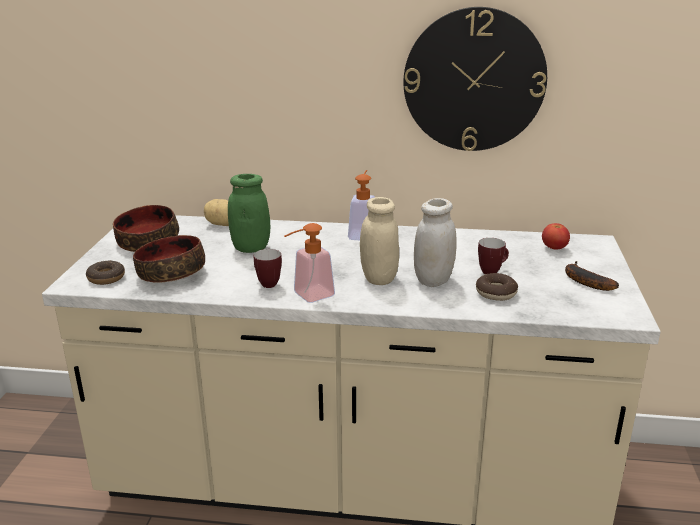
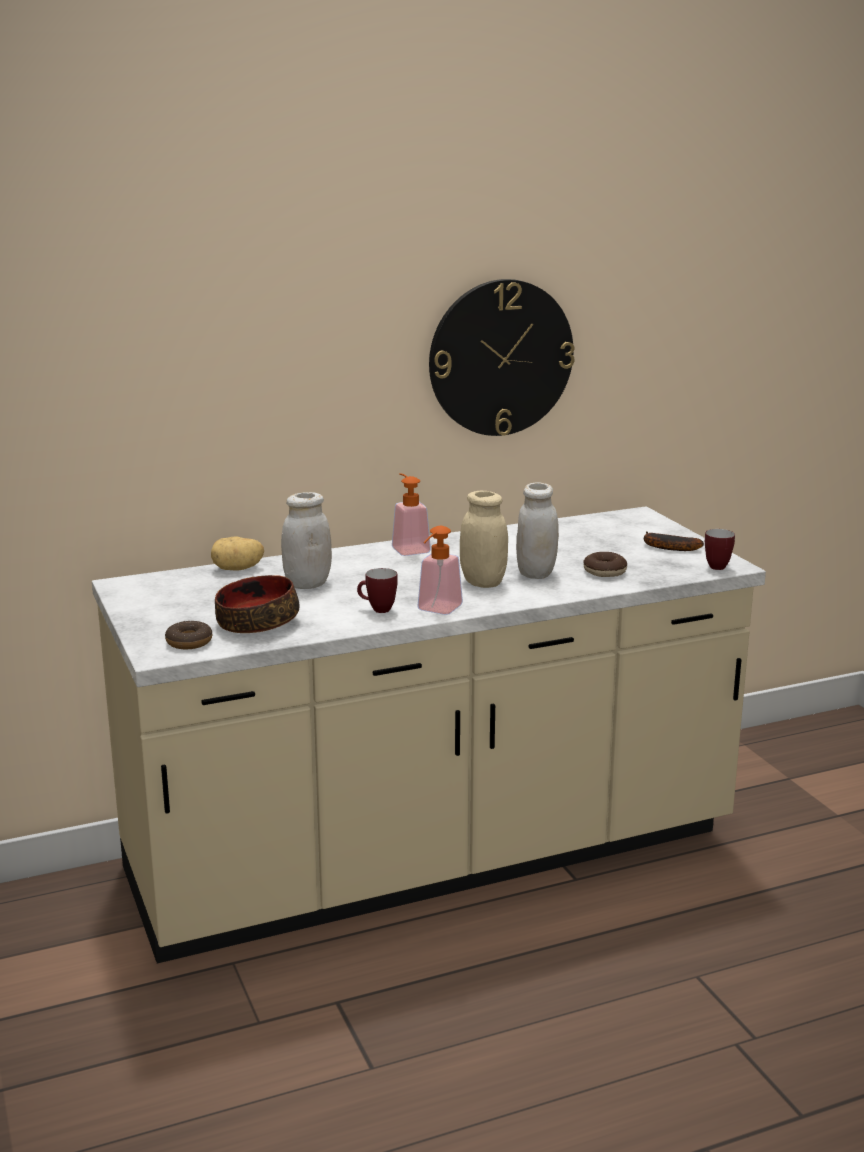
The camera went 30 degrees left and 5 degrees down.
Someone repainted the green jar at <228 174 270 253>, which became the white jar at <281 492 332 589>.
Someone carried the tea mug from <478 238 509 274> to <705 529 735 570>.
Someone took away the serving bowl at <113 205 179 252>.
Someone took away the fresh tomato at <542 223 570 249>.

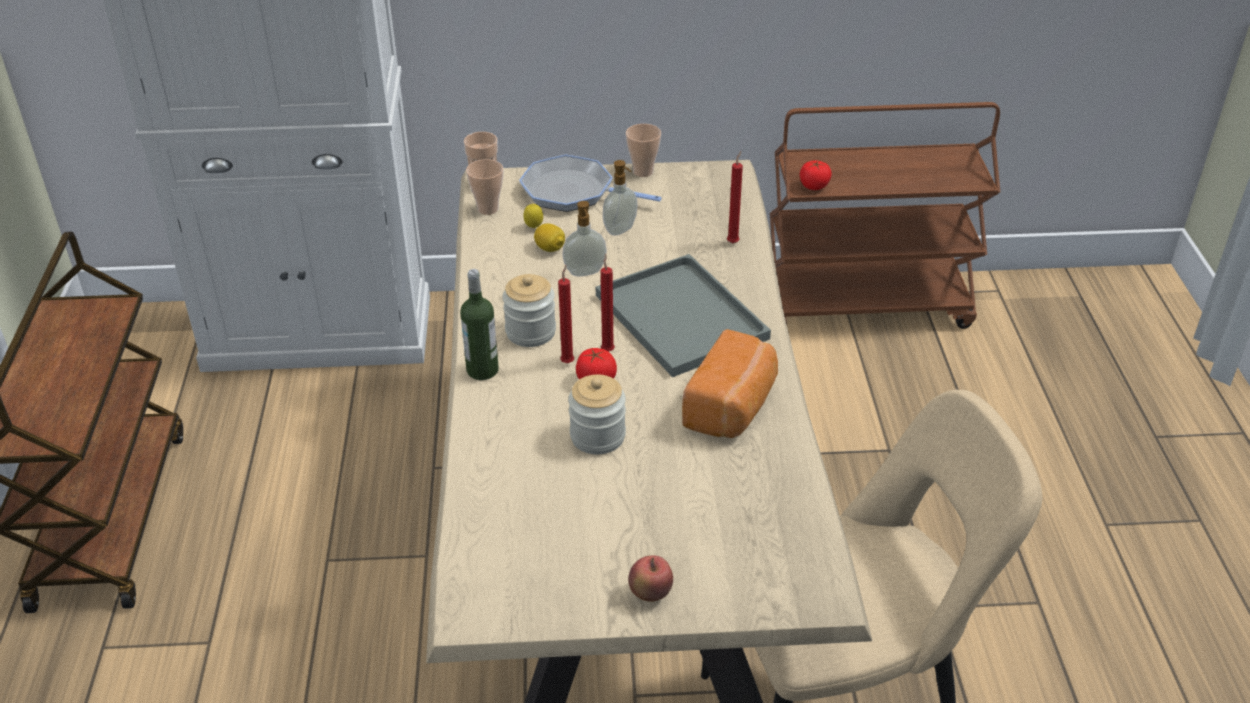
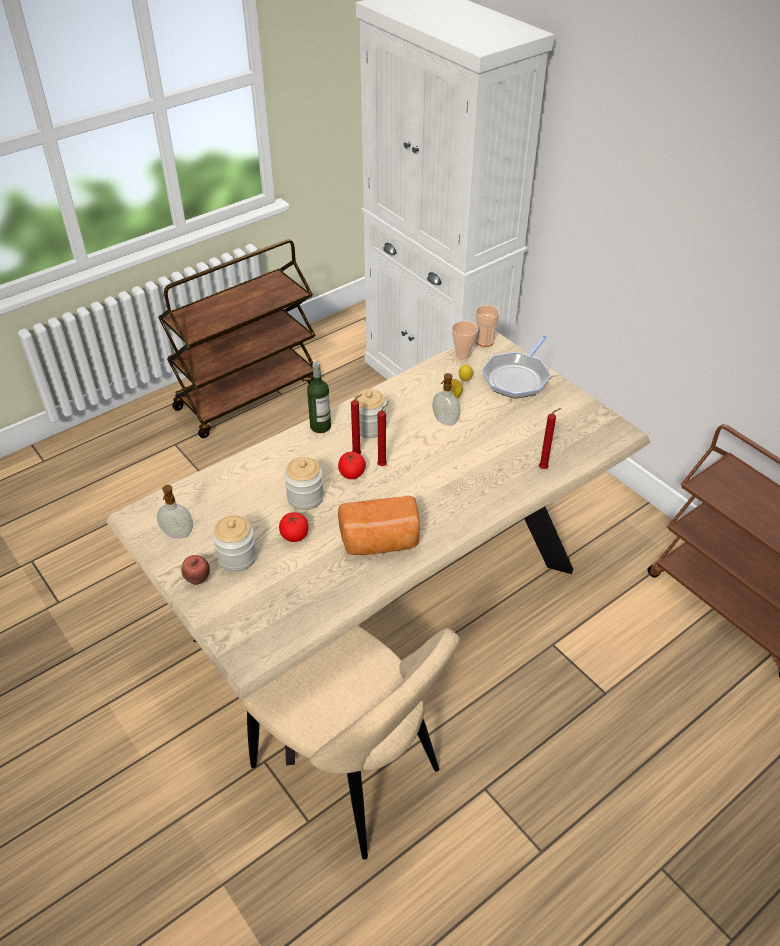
The camera went 55 degrees right and 5 degrees up.
Someone carried the liquid soap bottle from <603 160 637 236> to <157 485 193 538>.
Someone put down the jar at <213 516 257 572>.
Someone carried the fresh tomato from <800 160 832 190> to <279 512 308 542>.
Someone rotated the frying pan at <519 154 662 212> by 135 degrees counterclockwise.
Someone took away the grey carrying tray at <596 254 771 377>.
Someone took away the cup at <626 124 661 177>.

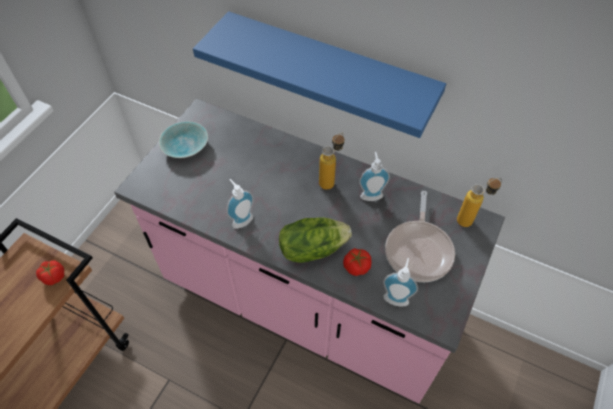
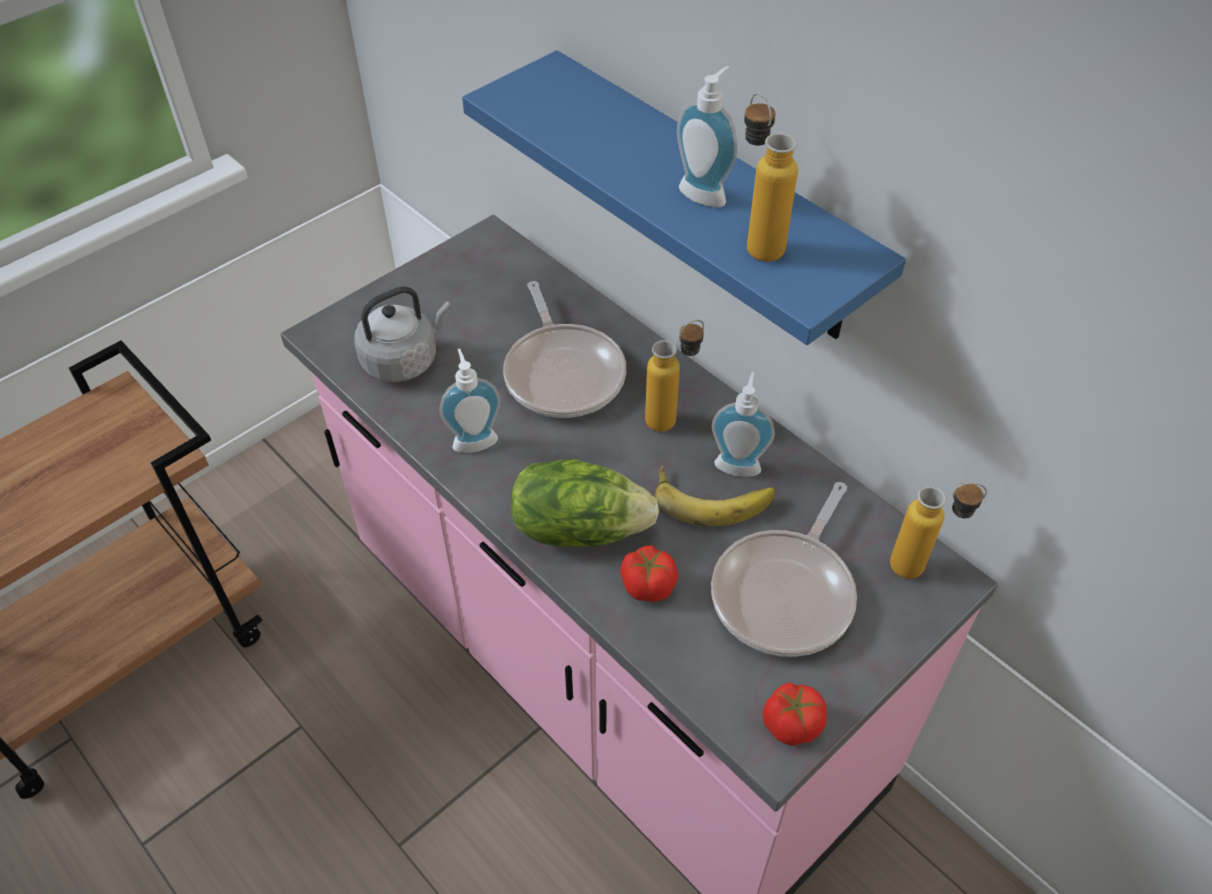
The camera went 20 degrees right and 5 degrees down.
Someone put down the grey tea kettle at <354 286 451 382>.
Someone put down the frying pan at <503 281 626 418>.
Someone put down the banana fruit at <655 464 775 526>.
Someone carried the liquid soap bottle from <383 258 418 306> to <677 66 737 207>.
Someone put down the drink bottle at <744 93 798 262>.
Someone carried the fresh tomato from <36 261 64 285> to <763 682 827 746>.
Someone took away the turquoise-coloured serving bowl at <159 121 208 158>.

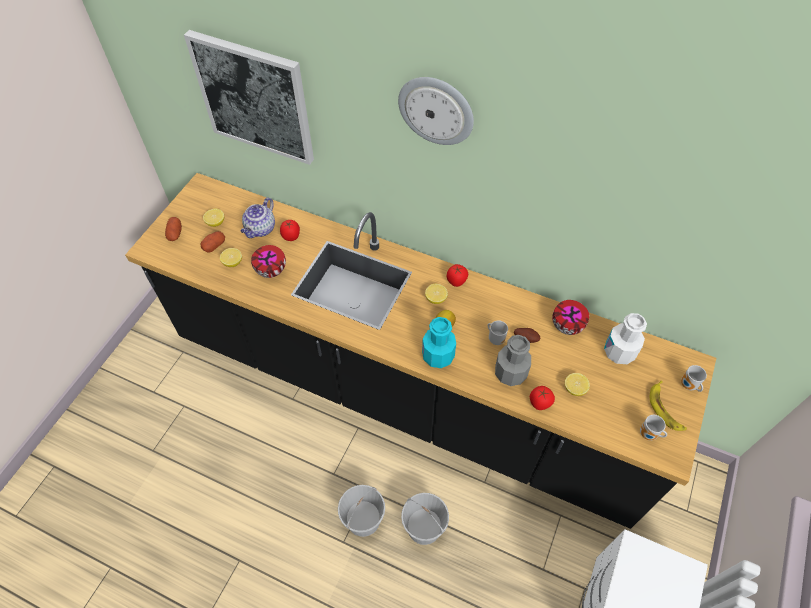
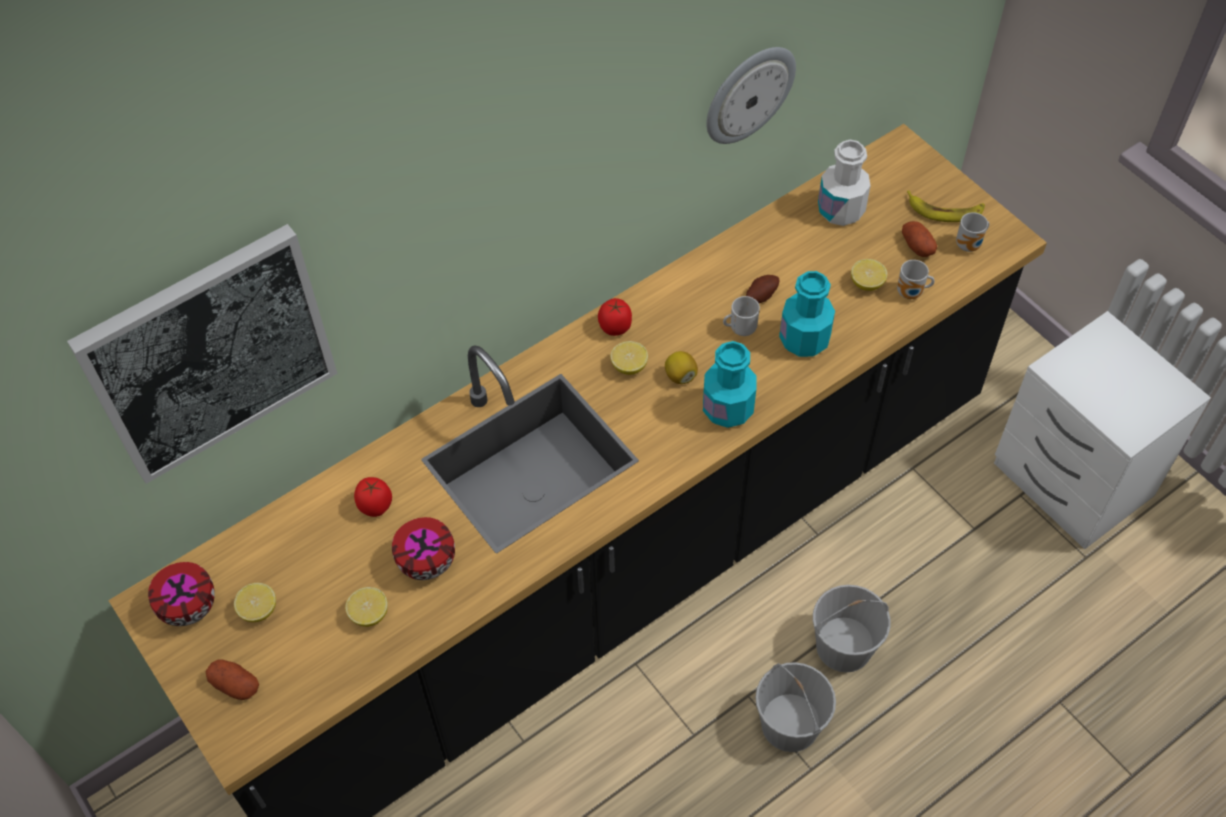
The camera went 60 degrees left and 0 degrees up.
Someone carried the serving bowl from <552 300 589 335> to <148 562 215 626>.
Someone carried the wall clock from <398 77 474 145> to <706 47 796 144>.
Someone repainted the grey drink bottle at <495 335 531 386>, which became the turquoise-coloured drink bottle at <779 271 835 357>.
Someone carried the tea mug from <681 365 707 392> to <897 260 935 299>.
Someone carried the whole potato from <200 231 225 253> to <902 221 937 257>.
Someone took away the teapot at <241 198 275 238>.
Someone took away the fresh tomato at <530 386 555 410>.

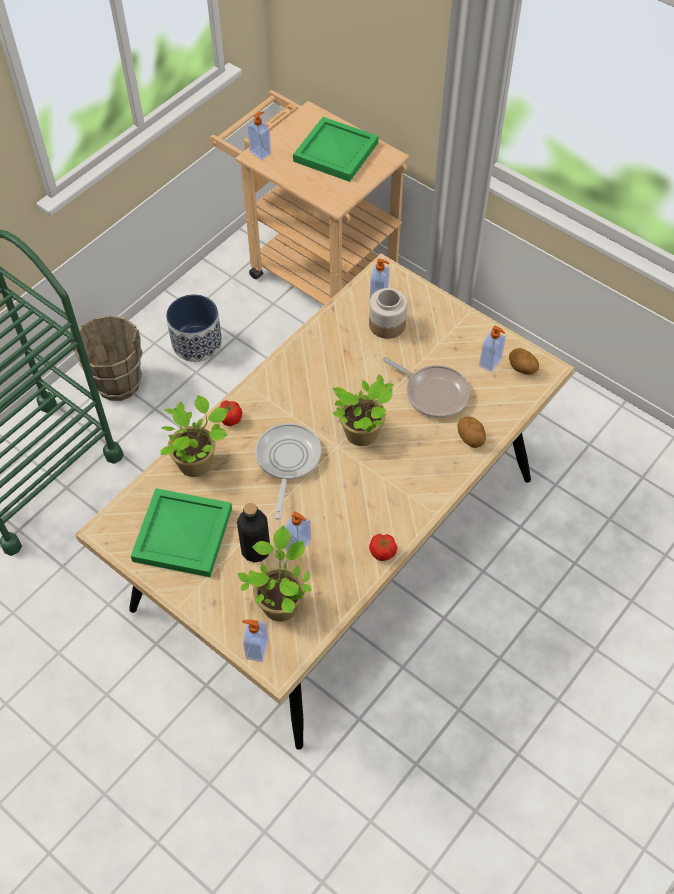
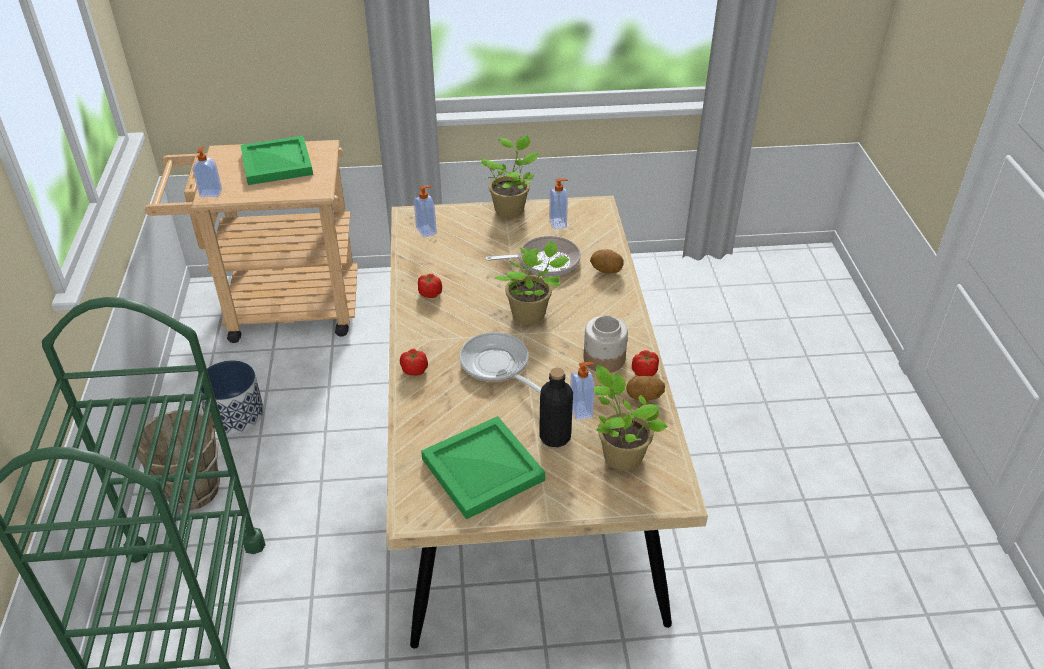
The camera went 45 degrees left and 15 degrees down.
Someone put down the fresh tomato at <418 274 442 298>.
Someone carried the houseplant from <160 395 228 477> to <479 135 539 218>.
Someone carried the jar from <369 288 407 339> to <584 316 628 373>.
Someone carried the whole potato from <509 348 539 375> to <626 376 665 401>.
Someone took away the liquid soap bottle at <242 620 269 662>.

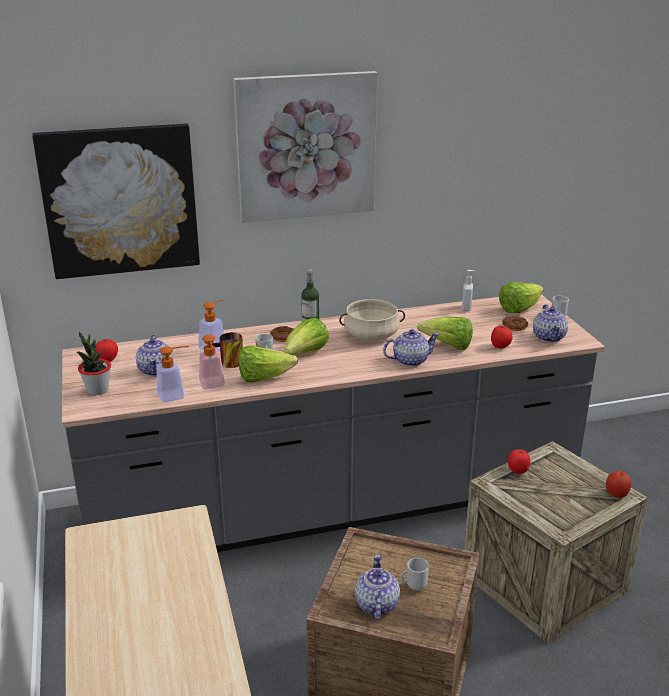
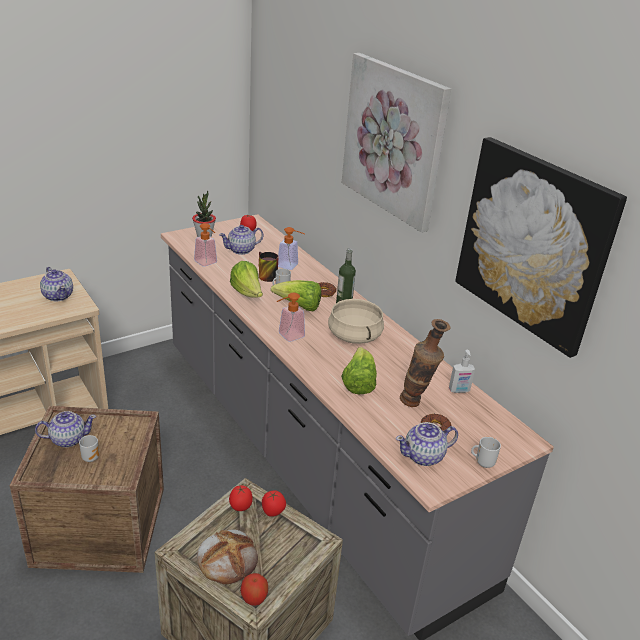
The camera went 70 degrees right and 5 degrees up.
Someone carried the teapot from <383 329 440 367> to <40 267 73 301>.
Someone put down the bakery bread at <197 529 258 584>.
Someone carried the fresh tomato from <491 326 513 348> to <229 485 253 511>.
Someone carried the liquid soap bottle from <199 335 225 389> to <277 292 305 342>.
Someone put down the vase at <400 319 451 407>.
Someone carried the wall picture from <32 124 200 279> to <455 137 627 358>.
Someone took away the lettuce at <499 282 544 313>.

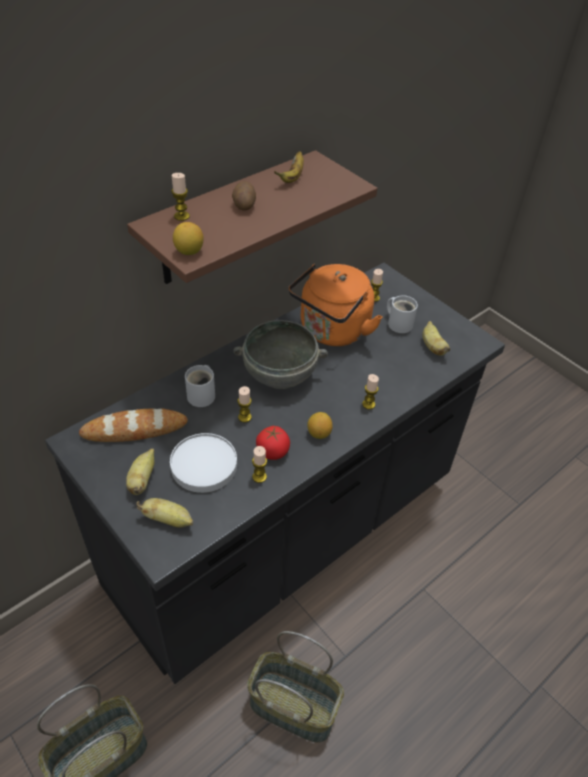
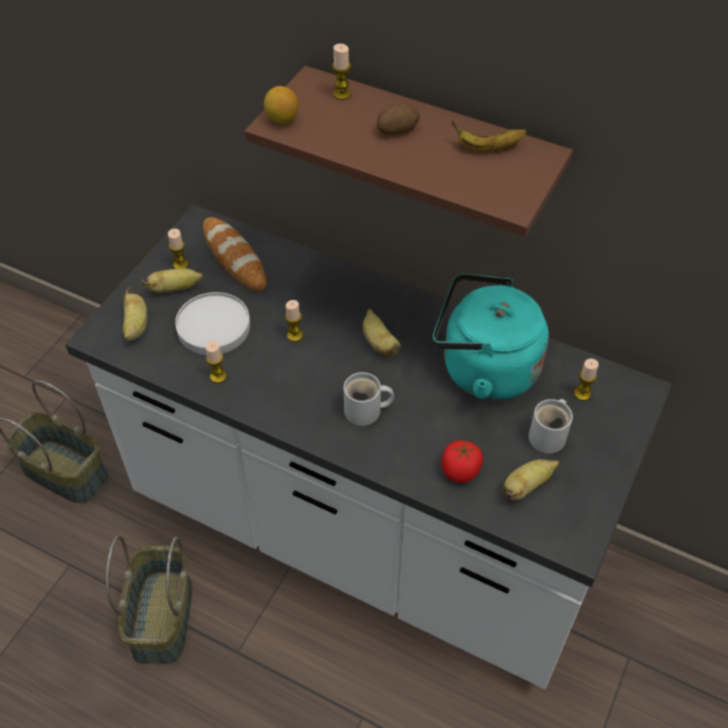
The camera went 70 degrees right and 5 degrees up.
Someone repainted the black counter at <45 263 505 684>, which became the white counter at <65 204 673 689>.
Someone carried the candle from <362 374 379 409> to <168 229 188 269>.
Someone carried the white tea mug from <185 365 215 407> to <344 372 394 426>.
Someone swapped the grey serving bowl at <233 320 328 389> for the banana fruit at <363 309 402 356>.
Someone repainted the orange-coloured tea kettle at <288 264 382 346>, which became the turquoise-coloured tea kettle at <433 273 549 401>.
Someone carried the fresh tomato from <256 426 290 460> to <441 440 483 483>.
Someone took away the citrus fruit at <307 412 333 439>.

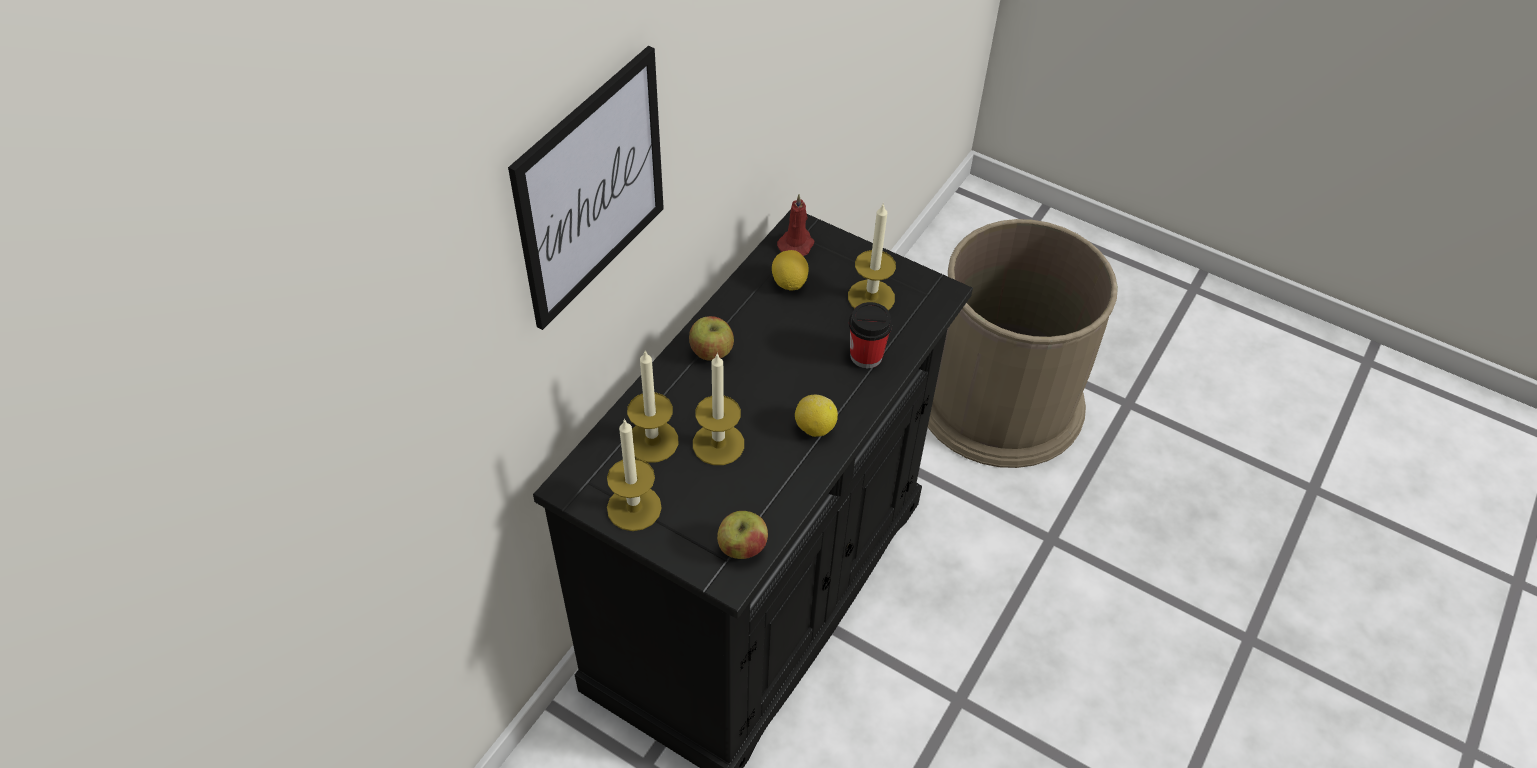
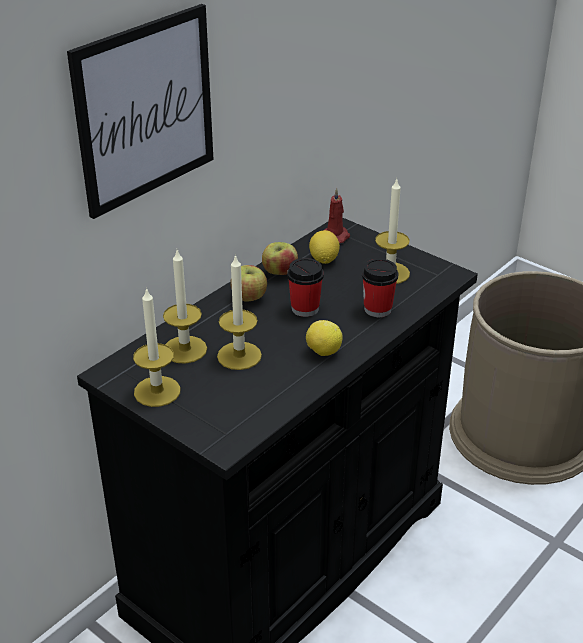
The camera went 10 degrees right and 15 degrees down.
Someone carried the apple fruit from <717 511 768 559> to <262 242 298 275>.
Someone put down the cup at <287 258 324 317>.

